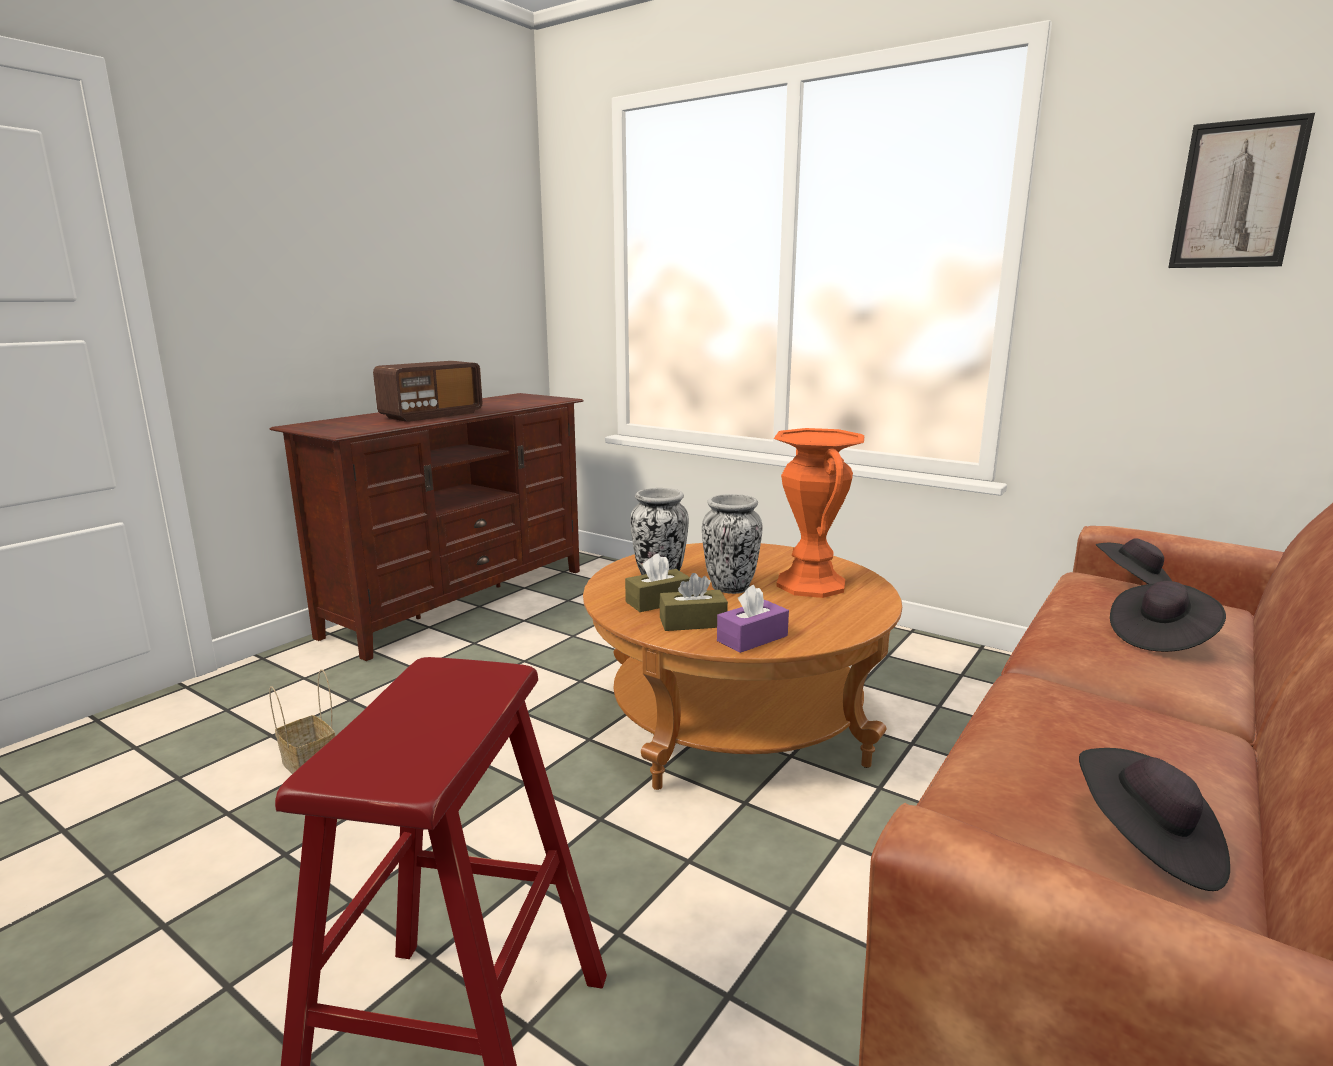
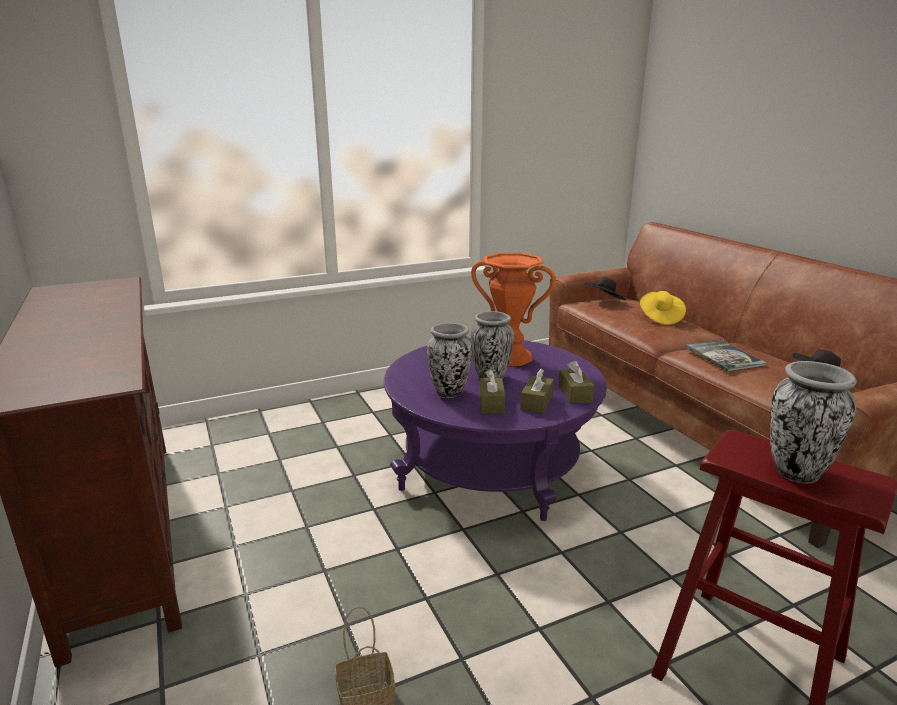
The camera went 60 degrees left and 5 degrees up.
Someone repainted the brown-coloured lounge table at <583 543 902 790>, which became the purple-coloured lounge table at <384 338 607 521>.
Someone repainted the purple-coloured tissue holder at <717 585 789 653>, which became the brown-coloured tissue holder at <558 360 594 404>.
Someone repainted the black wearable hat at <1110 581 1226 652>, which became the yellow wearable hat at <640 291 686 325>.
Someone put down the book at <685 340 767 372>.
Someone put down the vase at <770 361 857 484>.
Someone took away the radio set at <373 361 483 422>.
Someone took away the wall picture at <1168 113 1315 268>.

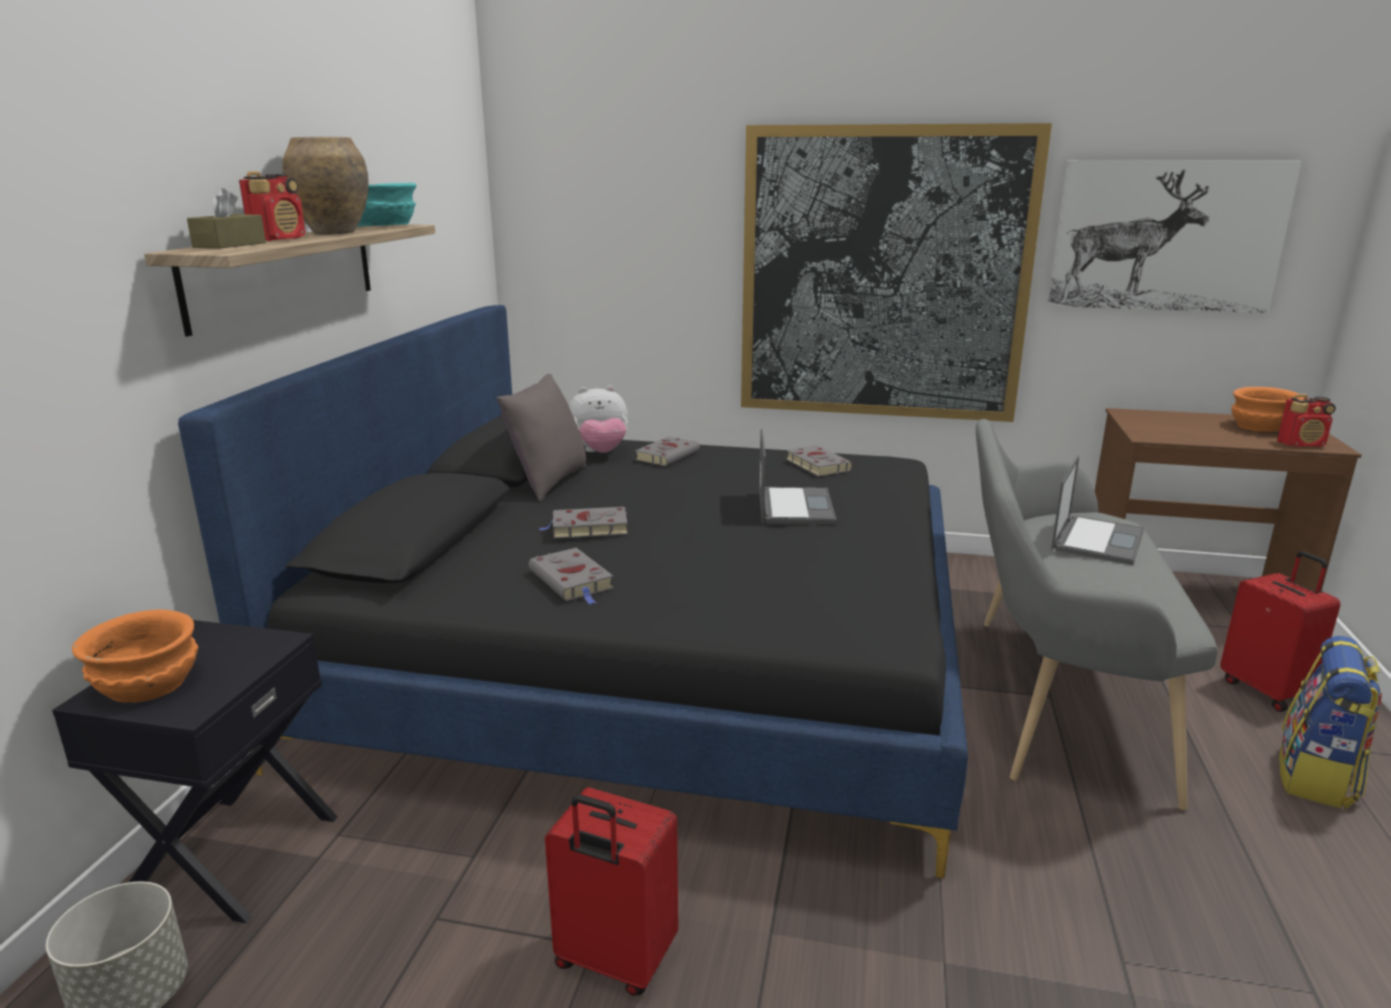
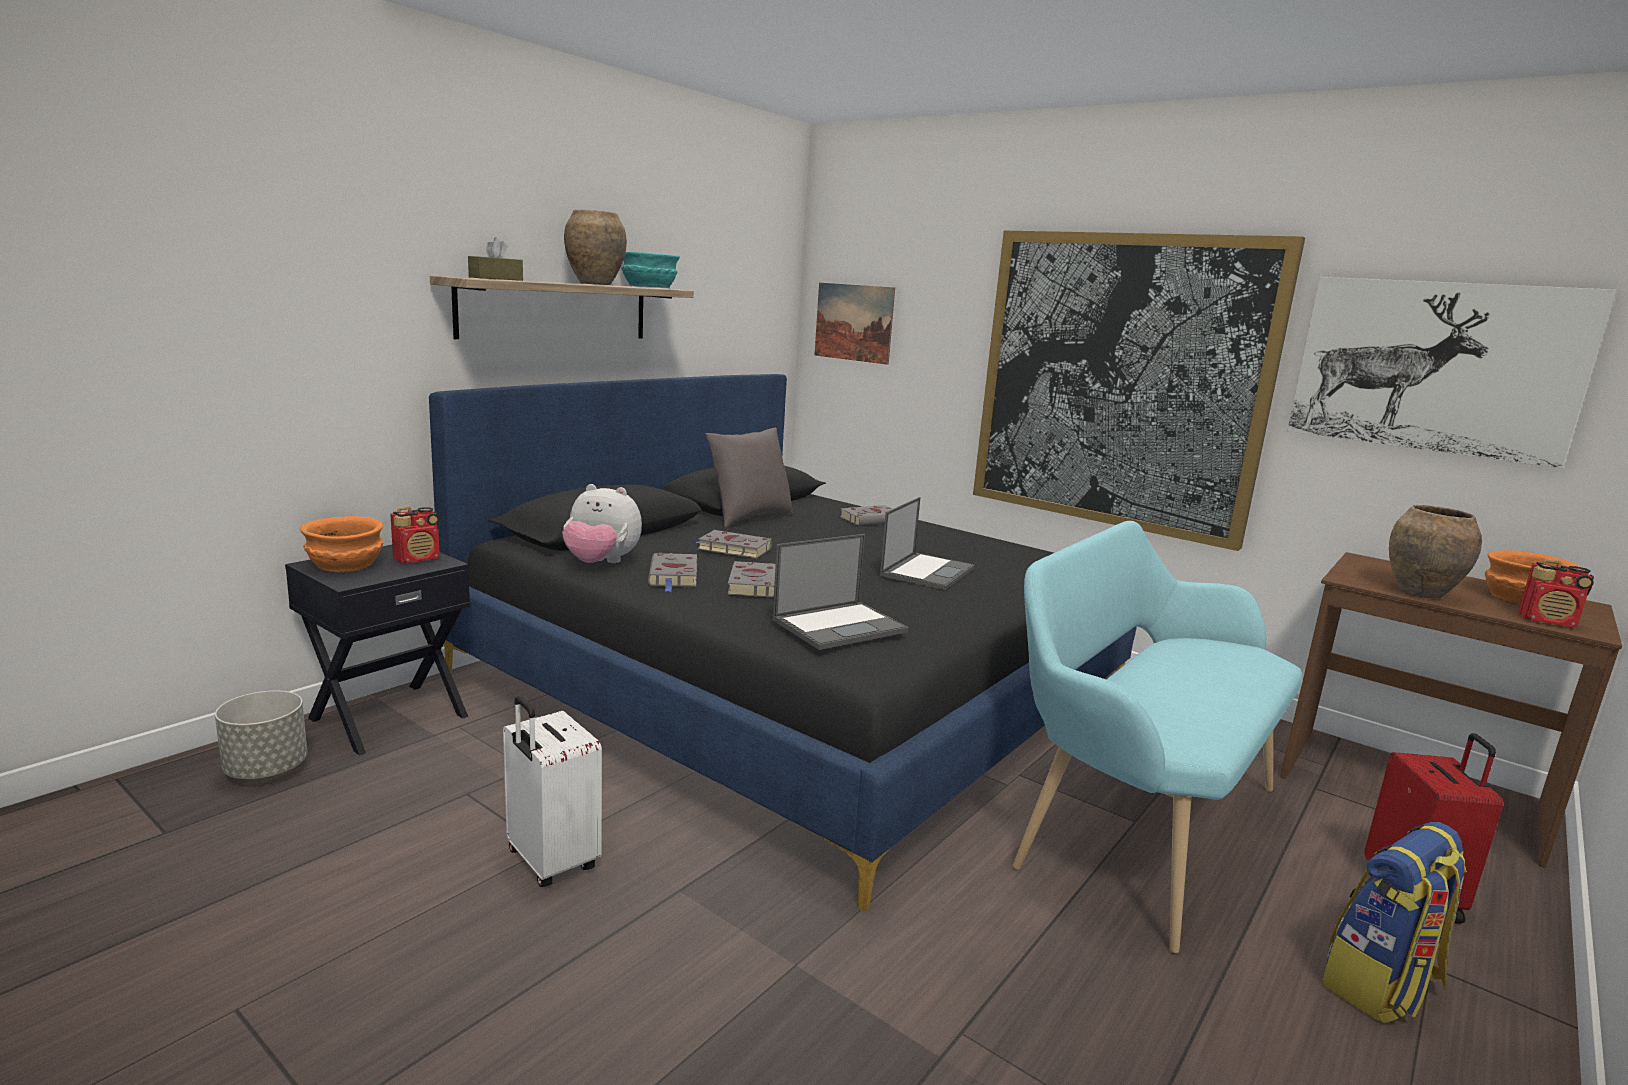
The camera went 25 degrees right and 5 degrees down.
Someone carried the radio set from <239 171 305 241> to <390 506 440 563>.
Someone repainted the reddish suitcase at <545 788 678 996>, which became the white suitcase at <503 696 602 887>.
Someone carried the plush toy from <569 385 628 453> to <562 484 642 563>.
Someone carried the grey book from <786 445 852 477> to <727 561 776 598>.
Someone carried the laptop from <1051 456 1144 565> to <772 534 908 650>.
Someone put up the wall picture at <815 283 895 365>.
Someone repainted the grey bench at <976 419 1218 810>, which became the turquoise-coloured bench at <1013 521 1302 954>.
Someone put down the brown-coloured vase at <1389 505 1482 599>.

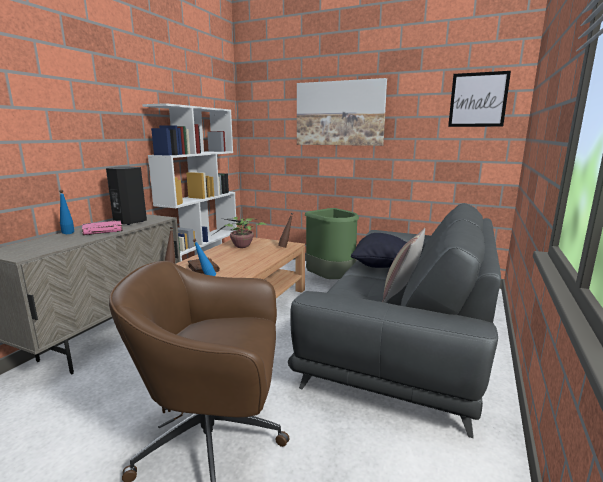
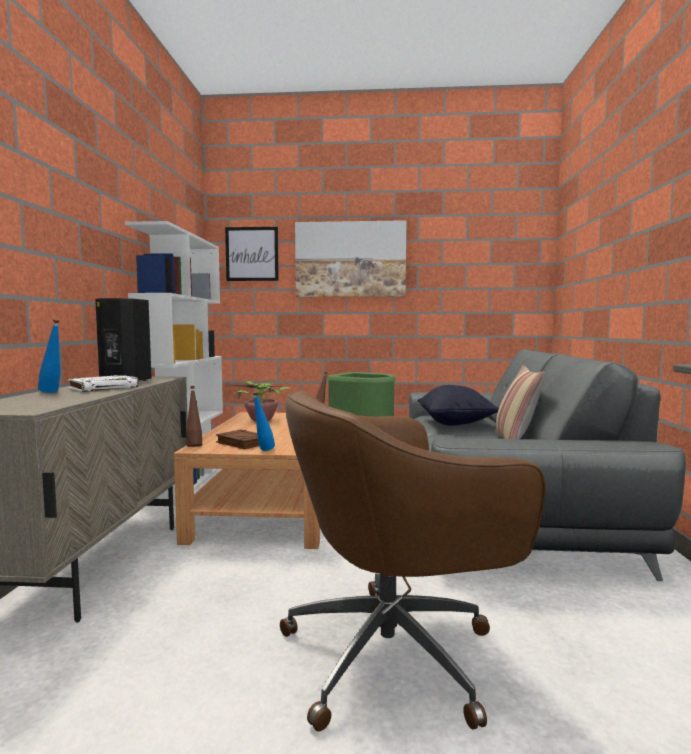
The camera went 20 degrees left and 10 degrees down.
Someone repainted the pink-coloured book at <82 220 123 235>, which became the white book at <67 375 139 392>.
Someone carried the wall picture from <448 71 511 127> to <225 227 279 281>.

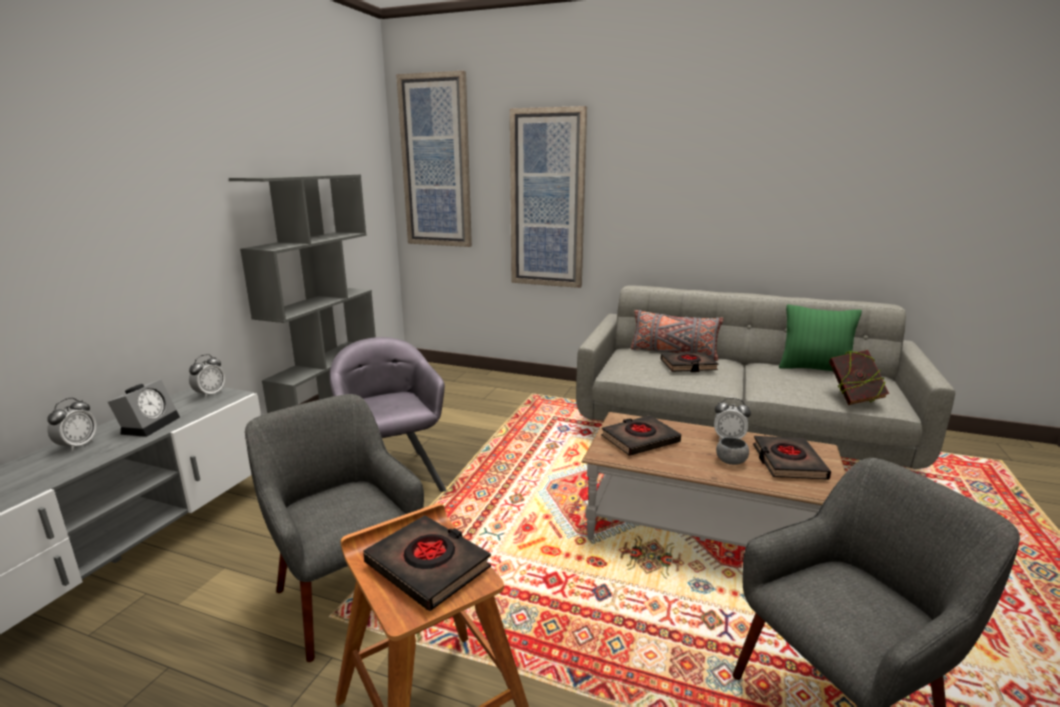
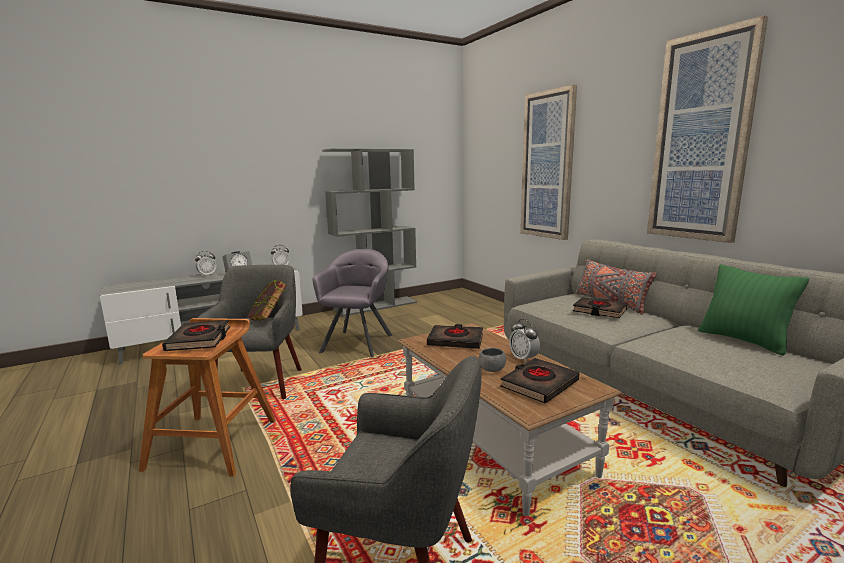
The camera went 40 degrees right and 5 degrees down.
Someone carried the book from <829 350 889 405> to <247 280 287 321>.
Someone carried the wall picture from <396 71 472 247> to <647 15 768 243>.

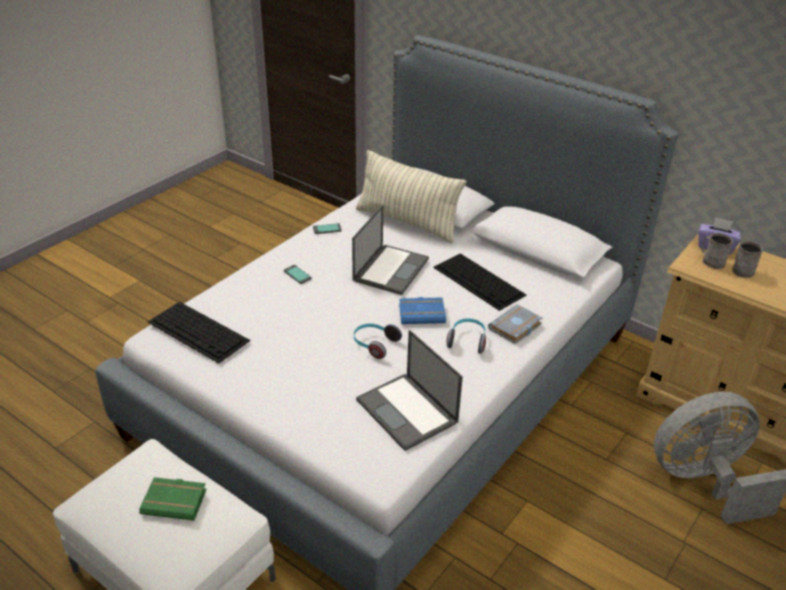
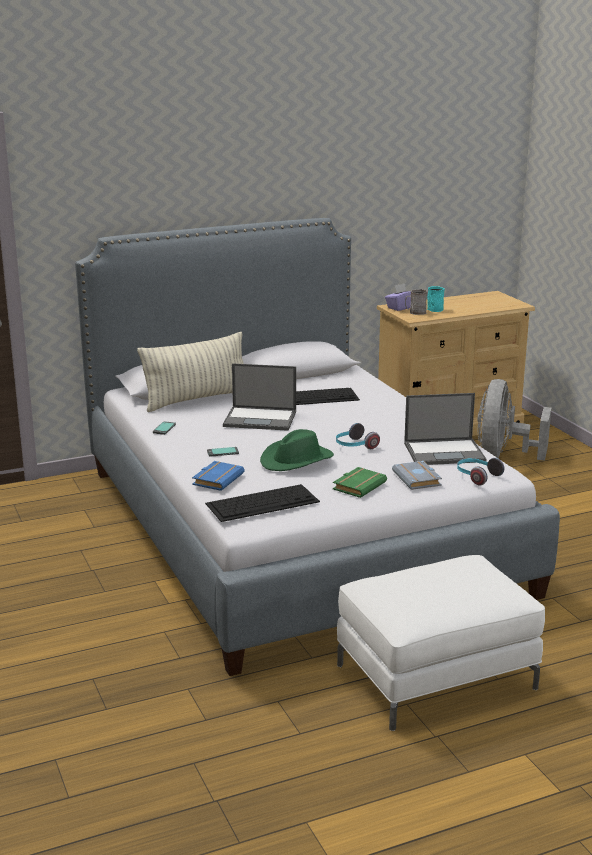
The camera went 60 degrees left and 15 degrees down.
Someone carried the blue-coloured book from <399 297 446 324> to <192 461 245 491>.
Someone rotated the laptop at <352 205 429 295> by 135 degrees clockwise.
Someone put down the green wearable hat at <260 429 334 471>.
Someone carried the green book from <139 477 207 521> to <333 467 387 498>.
Someone carried the grey book from <488 304 542 344> to <392 461 442 490>.
Someone repainted the grey tea mug at <732 241 763 278>, which became the turquoise-coloured tea mug at <427 286 445 312>.
Someone carried the pair of headphones from <446 318 486 354> to <457 458 504 485>.

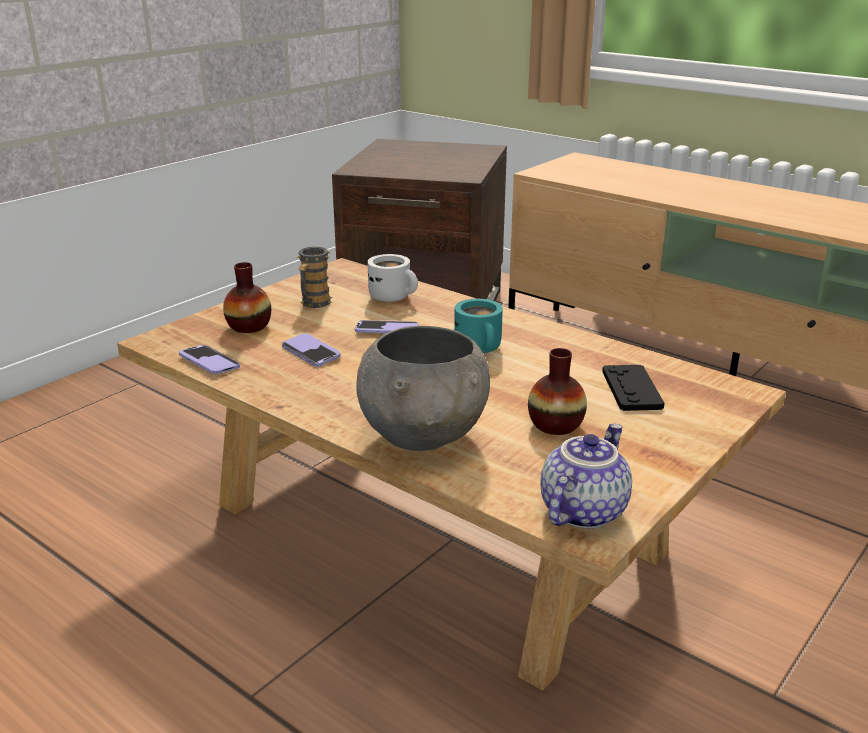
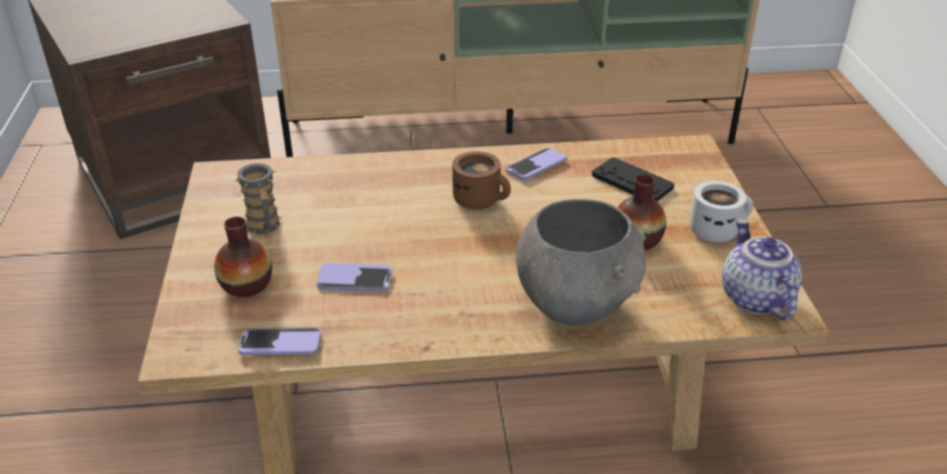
The camera went 45 degrees left and 10 degrees up.
Someone repainted the turquoise-coloured tea mug at <454 299 503 353>, which became the brown-coloured tea mug at <452 151 511 210>.
Someone carried the telephone from <355 320 419 333> to <506 148 566 180>.
Someone carried the white tea mug from <367 254 418 302> to <690 181 753 242>.

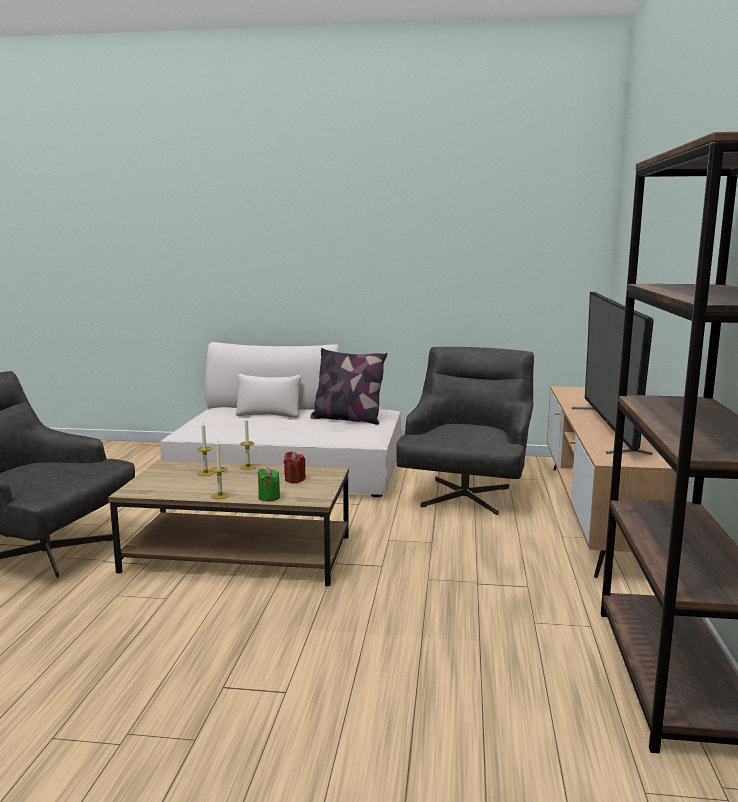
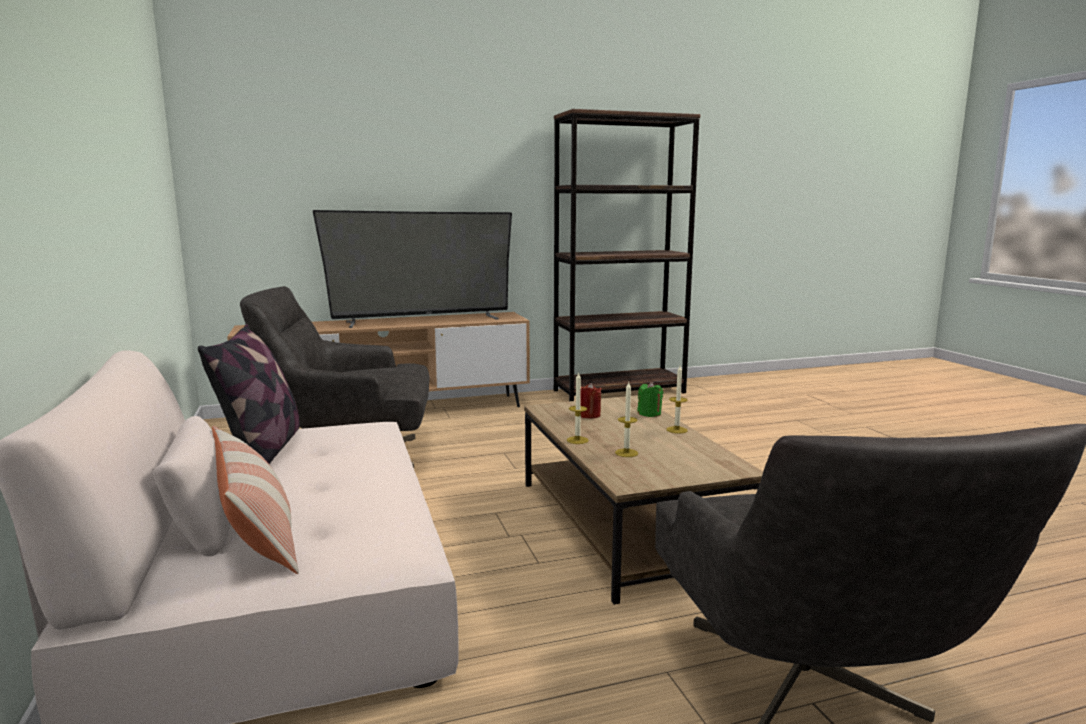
The camera went 115 degrees left and 0 degrees up.
Someone put down the cushion at <212 426 299 574>.

